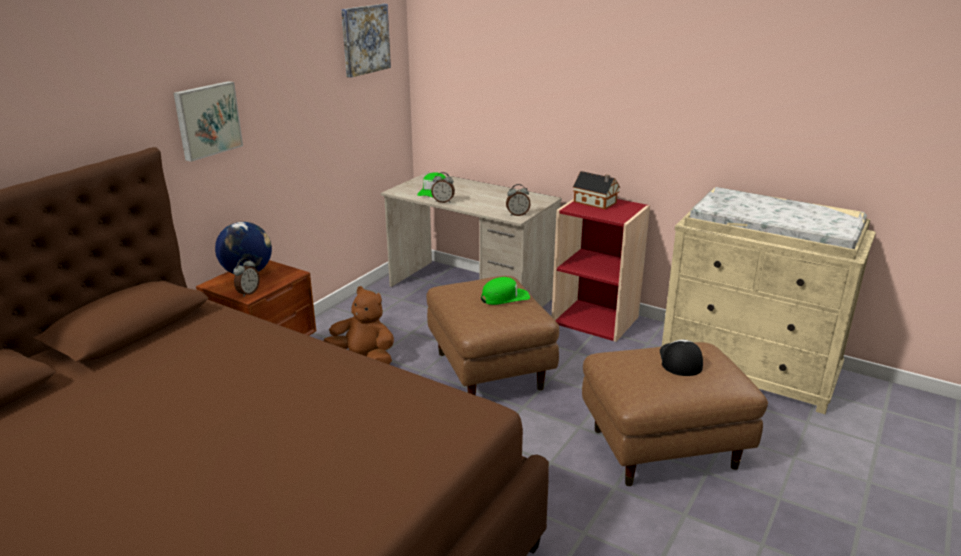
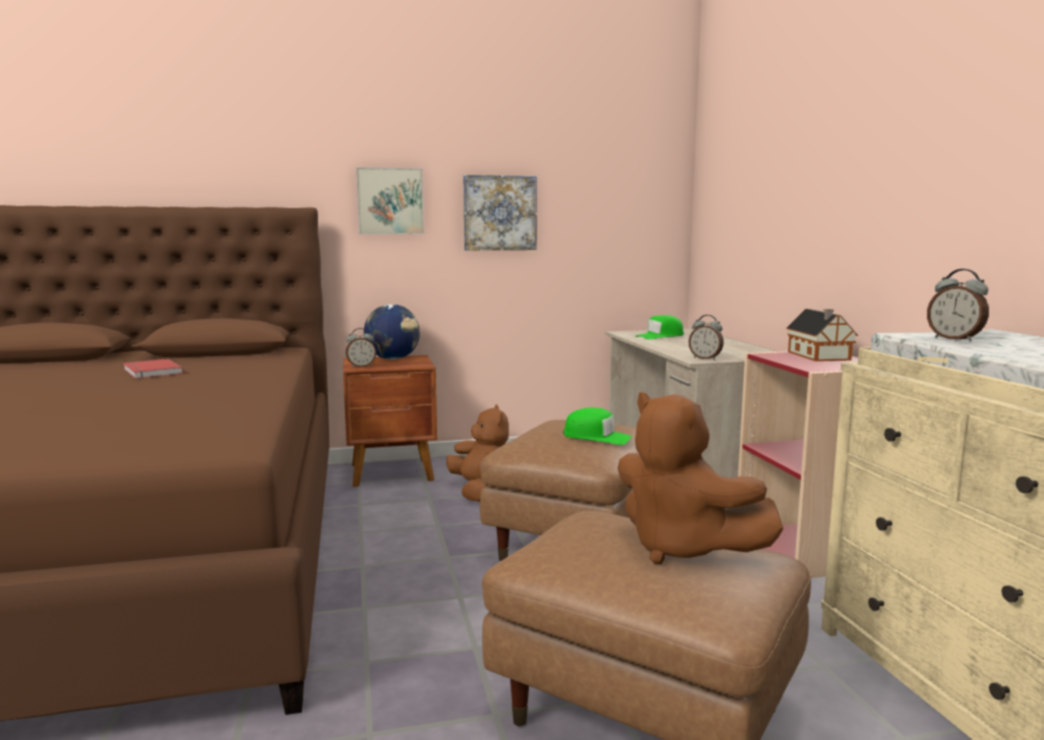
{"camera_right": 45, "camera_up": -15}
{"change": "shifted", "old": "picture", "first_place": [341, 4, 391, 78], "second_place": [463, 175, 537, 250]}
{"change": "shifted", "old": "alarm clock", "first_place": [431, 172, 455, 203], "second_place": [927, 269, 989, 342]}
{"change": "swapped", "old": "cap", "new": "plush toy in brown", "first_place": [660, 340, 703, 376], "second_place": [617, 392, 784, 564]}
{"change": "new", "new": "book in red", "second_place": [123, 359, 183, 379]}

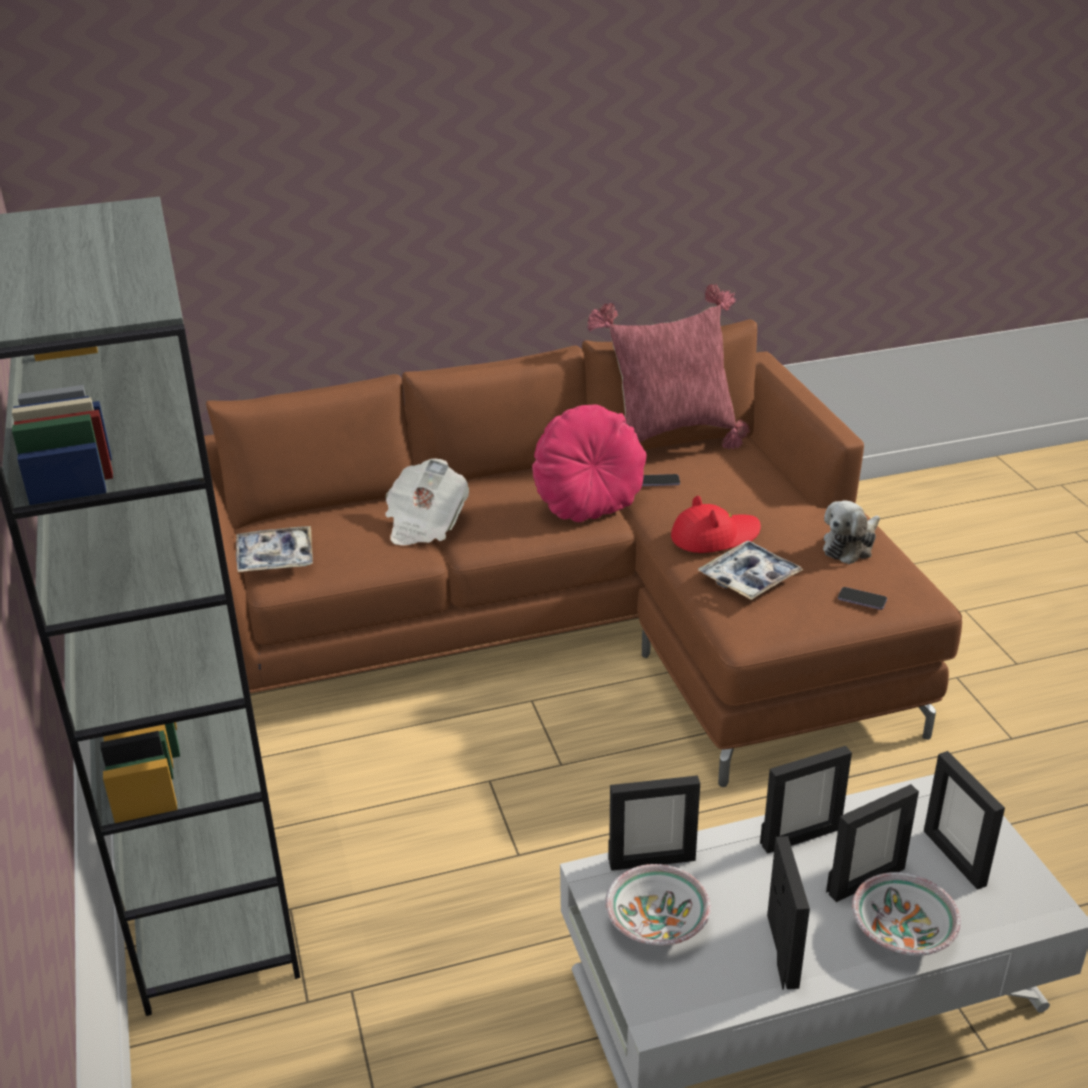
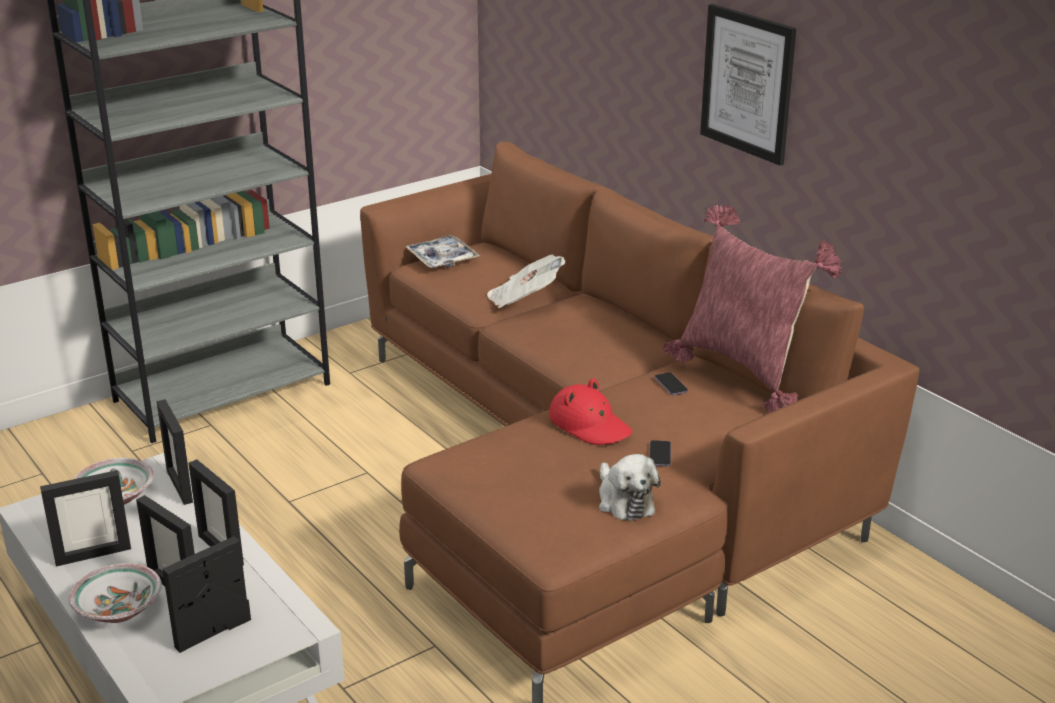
{"camera_right": 70, "camera_up": -5}
{"change": "gone", "old": "pillow in pink", "first_place": [532, 405, 646, 522]}
{"change": "rotated", "old": "plush toy", "first_place": [823, 501, 880, 564], "second_place": [599, 454, 661, 521], "degrees": -135}
{"change": "gone", "old": "tray", "first_place": [698, 541, 803, 600]}
{"change": "shifted", "old": "phone", "first_place": [838, 587, 887, 610], "second_place": [649, 440, 671, 467]}
{"change": "new", "new": "picture", "second_place": [700, 4, 796, 165]}

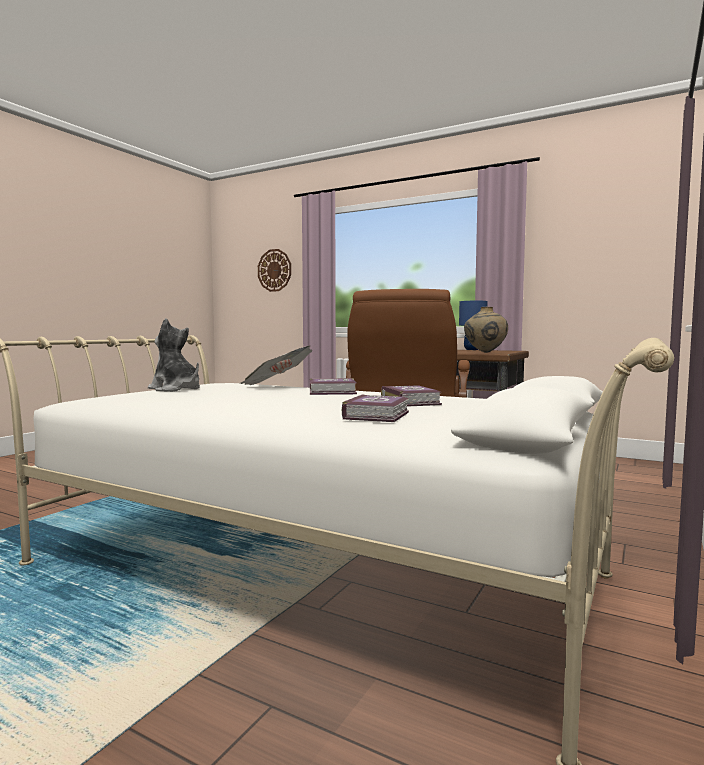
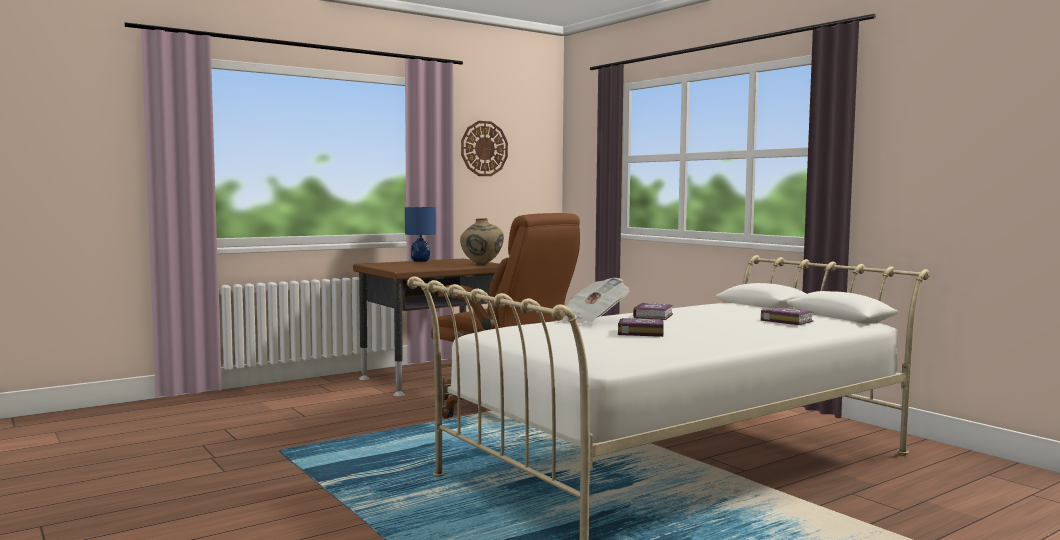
{"camera_right": -65, "camera_up": 0}
{"change": "shifted", "old": "wall clock", "first_place": [258, 249, 291, 292], "second_place": [461, 121, 508, 176]}
{"change": "gone", "old": "plush toy", "first_place": [148, 318, 200, 392]}
{"change": "shifted", "old": "book", "first_place": [381, 385, 442, 407], "second_place": [618, 318, 664, 337]}

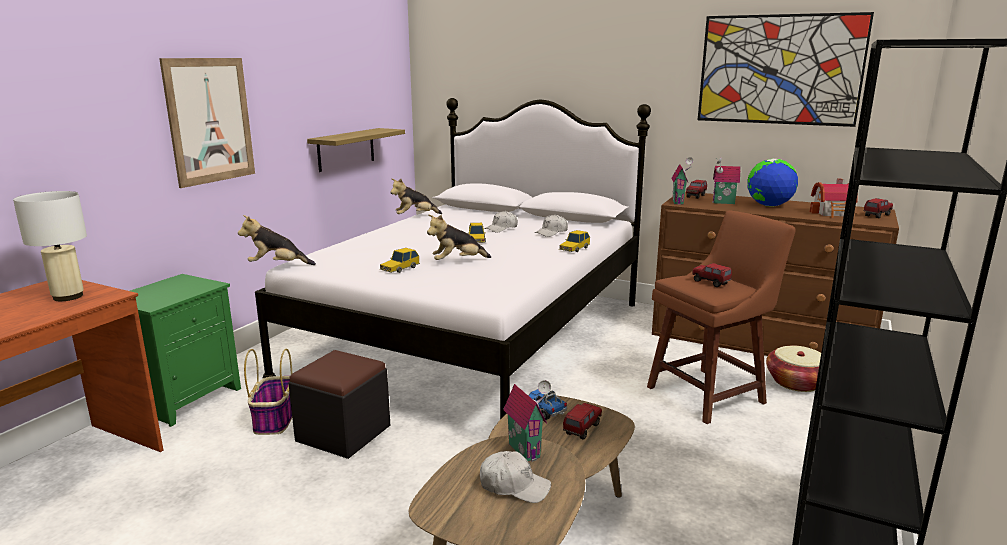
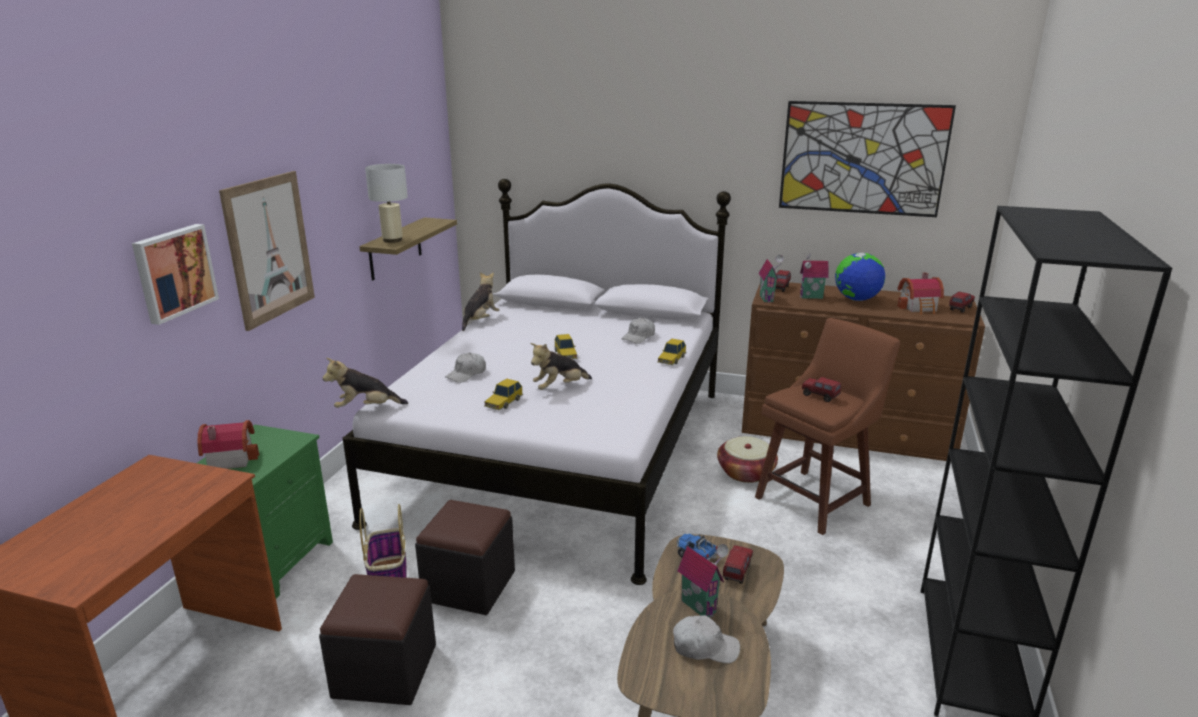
{"camera_right": -10, "camera_up": 5}
{"change": "rotated", "old": "plush toy", "first_place": [390, 178, 442, 214], "second_place": [462, 272, 500, 331], "degrees": 150}
{"change": "shifted", "old": "table lamp in white", "first_place": [13, 191, 87, 301], "second_place": [365, 164, 408, 243]}
{"change": "shifted", "old": "cap in white", "first_place": [485, 211, 518, 232], "second_place": [445, 353, 486, 383]}
{"change": "shifted", "old": "basket", "first_place": [766, 346, 821, 392], "second_place": [717, 436, 778, 483]}
{"change": "new", "new": "picture", "second_place": [132, 224, 219, 325]}
{"change": "new", "new": "toy house", "second_place": [197, 420, 259, 469]}
{"change": "new", "new": "ottoman in black", "second_place": [319, 574, 436, 705]}

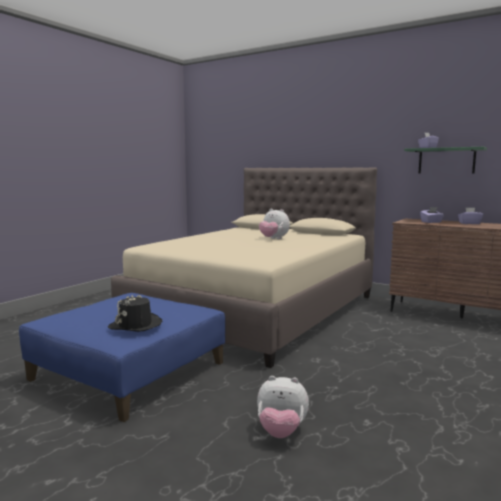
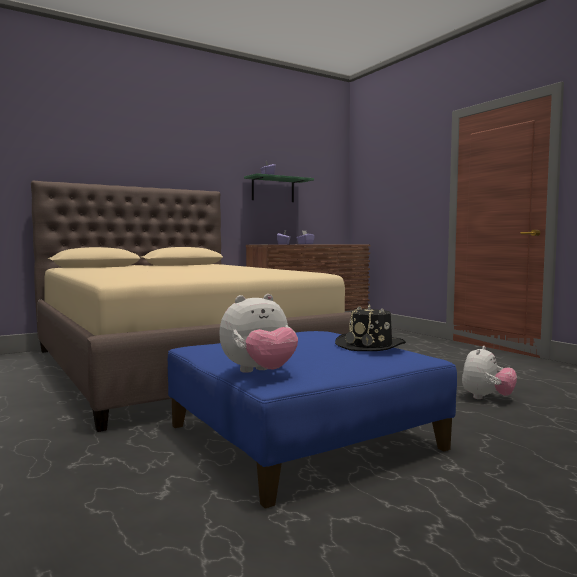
{"camera_right": -65, "camera_up": -5}
{"change": "shifted", "old": "plush toy", "first_place": [259, 209, 290, 239], "second_place": [219, 294, 298, 373]}

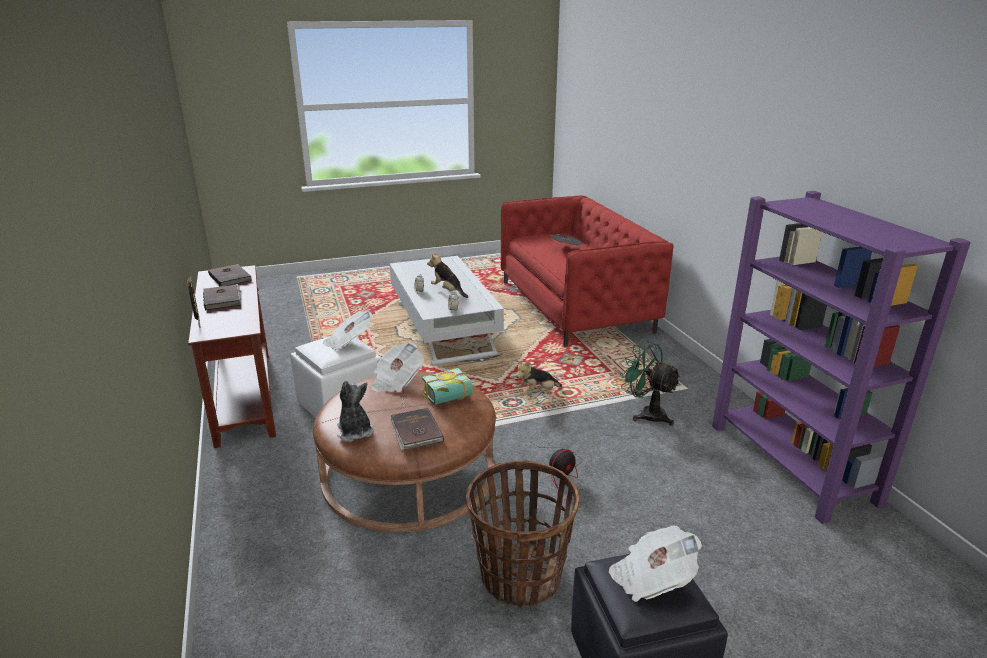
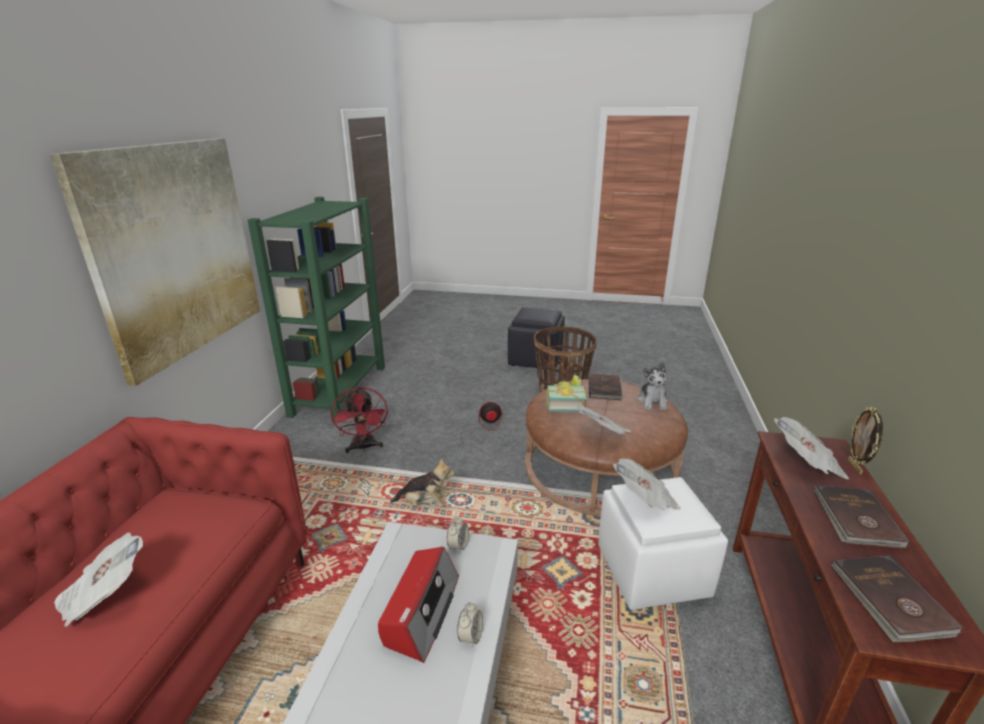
{"camera_right": -150, "camera_up": 0}
{"change": "repainted", "old": "bookcase in purple", "new": "bookcase in green", "first_place": [712, 191, 971, 524], "second_place": [248, 197, 385, 421]}
{"change": "swapped", "old": "plush toy", "new": "radio", "first_place": [427, 252, 468, 298], "second_place": [378, 547, 459, 663]}
{"change": "repainted", "old": "fan in green", "new": "fan in red", "first_place": [620, 340, 681, 426], "second_place": [331, 387, 388, 453]}
{"change": "shifted", "old": "newspaper", "first_place": [609, 526, 702, 602], "second_place": [774, 417, 850, 479]}
{"change": "new", "new": "picture", "second_place": [50, 138, 260, 386]}

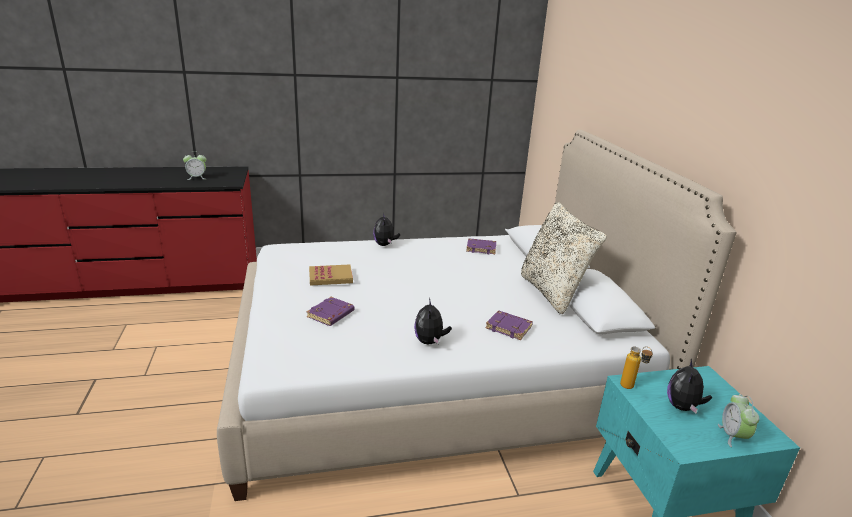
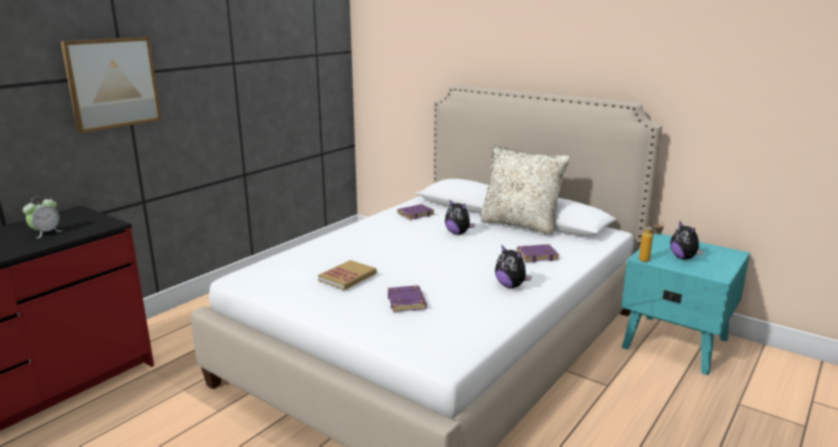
{"camera_right": -40, "camera_up": -5}
{"change": "shifted", "old": "plush toy", "first_place": [373, 213, 400, 246], "second_place": [445, 200, 475, 235]}
{"change": "gone", "old": "alarm clock", "first_place": [718, 394, 759, 447]}
{"change": "new", "new": "picture", "second_place": [60, 37, 161, 133]}

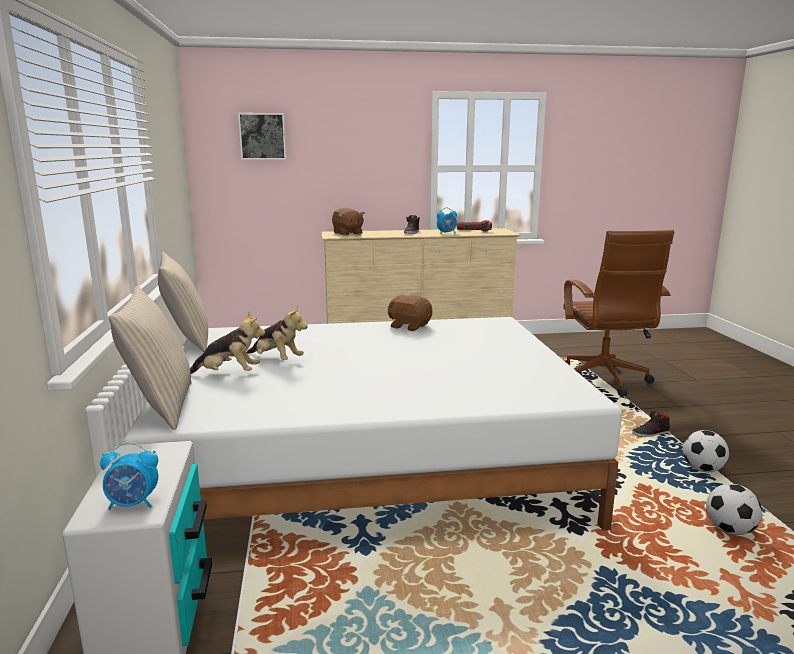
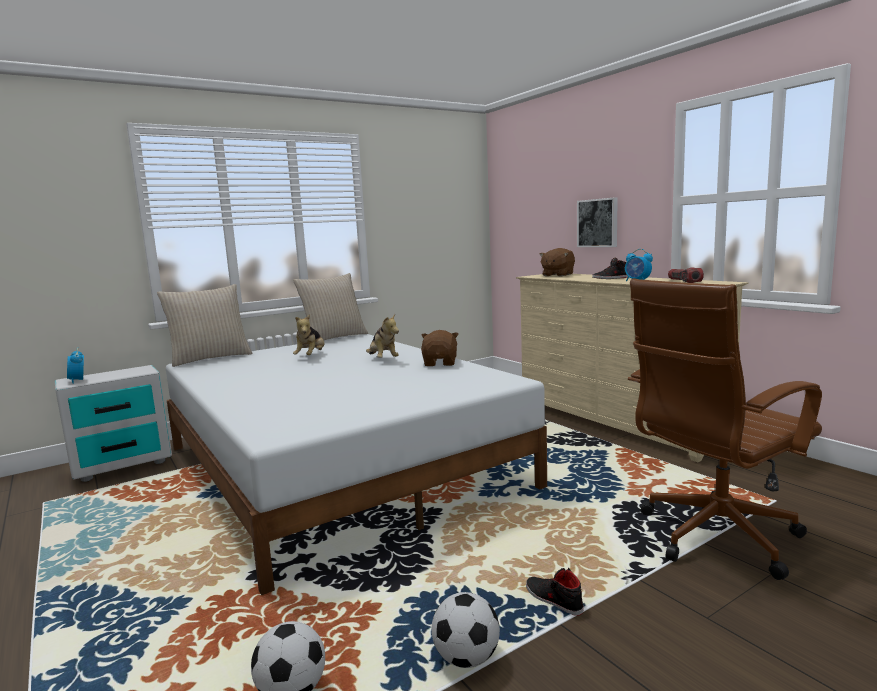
{"camera_right": 65, "camera_up": -5}
{"change": "shifted", "old": "picture", "first_place": [238, 113, 286, 160], "second_place": [577, 197, 618, 247]}
{"change": "shifted", "old": "plush toy", "first_place": [190, 312, 265, 374], "second_place": [366, 314, 399, 358]}

